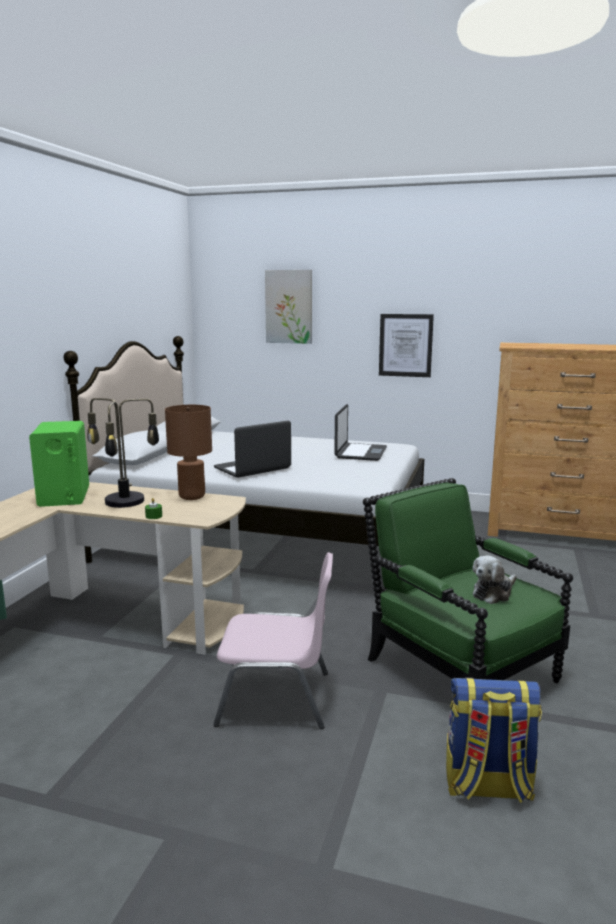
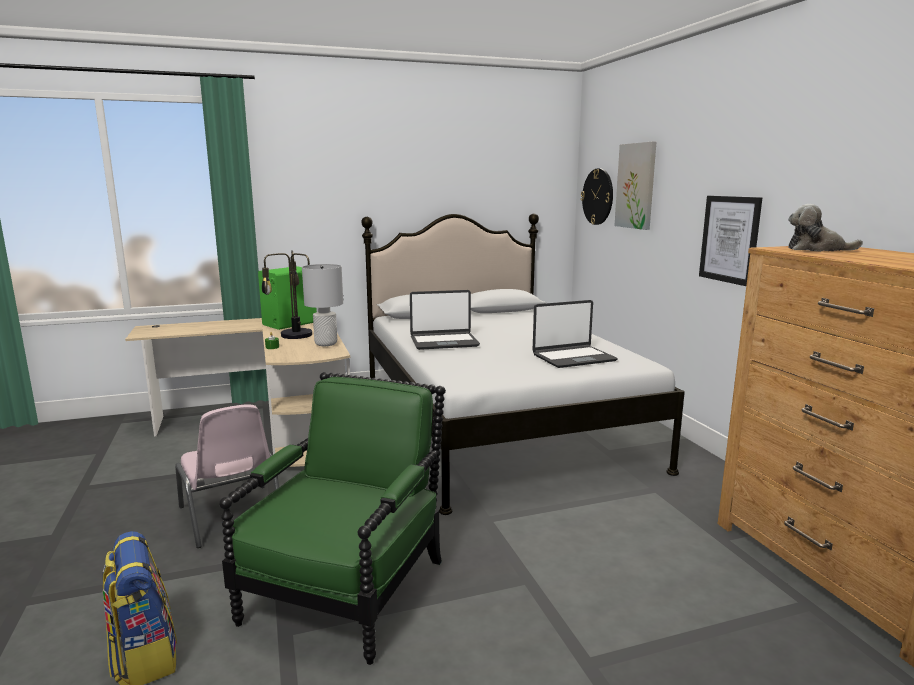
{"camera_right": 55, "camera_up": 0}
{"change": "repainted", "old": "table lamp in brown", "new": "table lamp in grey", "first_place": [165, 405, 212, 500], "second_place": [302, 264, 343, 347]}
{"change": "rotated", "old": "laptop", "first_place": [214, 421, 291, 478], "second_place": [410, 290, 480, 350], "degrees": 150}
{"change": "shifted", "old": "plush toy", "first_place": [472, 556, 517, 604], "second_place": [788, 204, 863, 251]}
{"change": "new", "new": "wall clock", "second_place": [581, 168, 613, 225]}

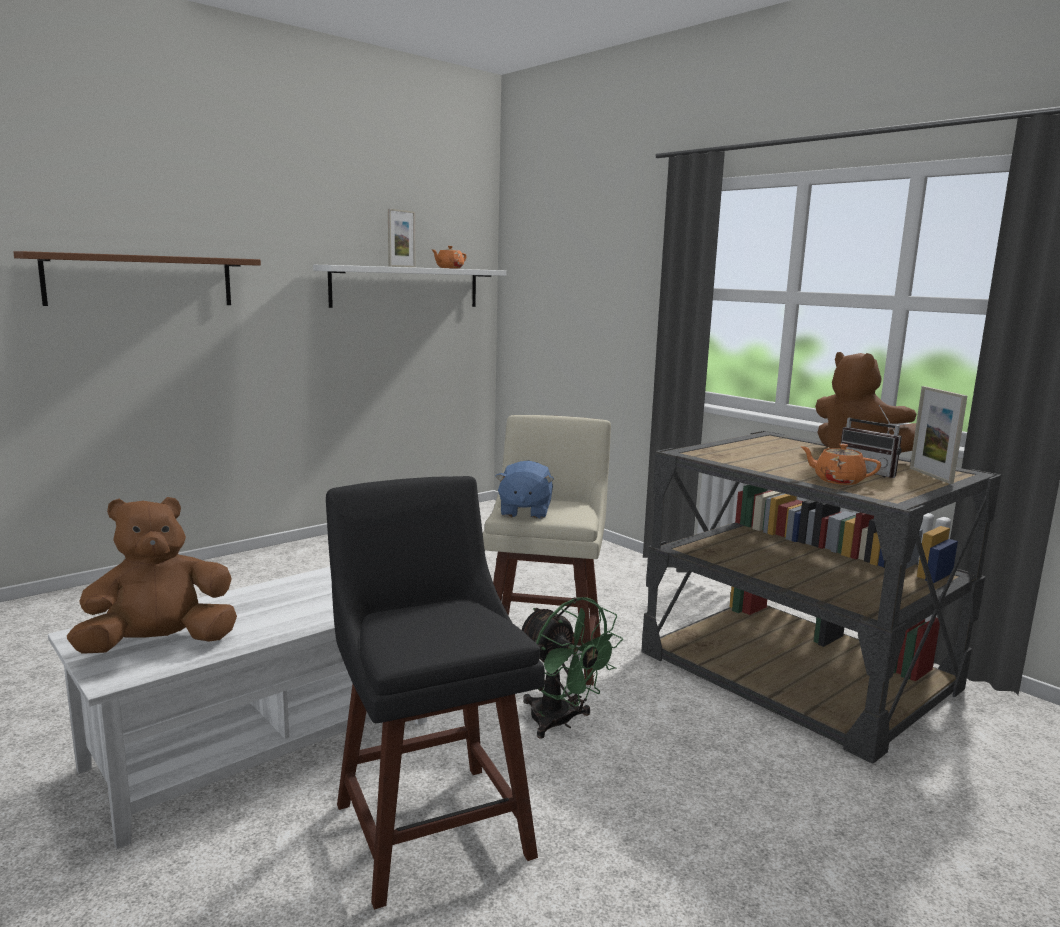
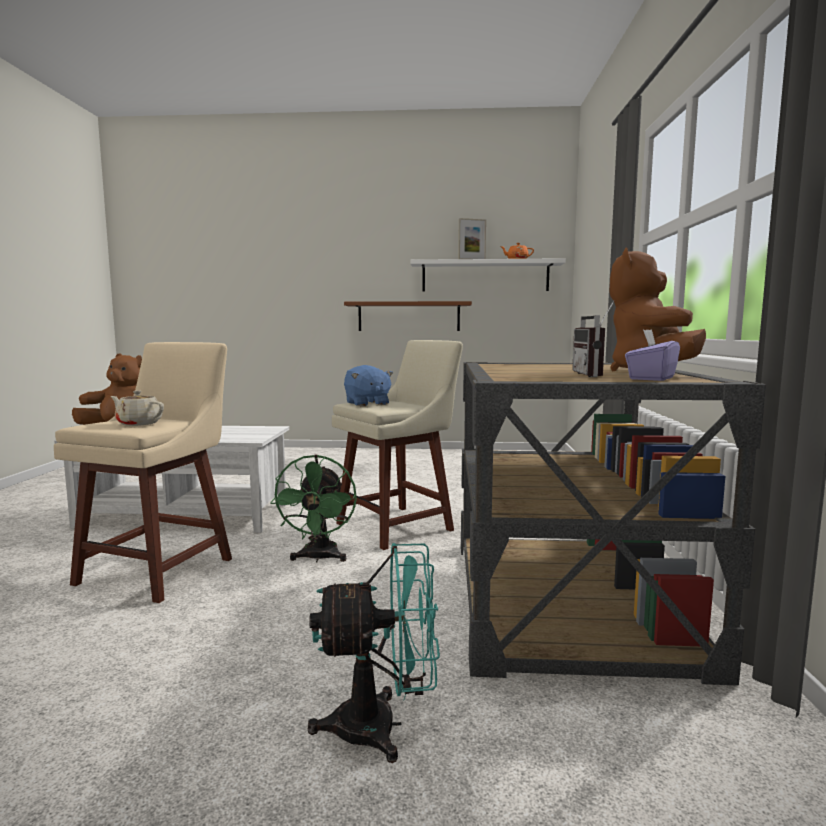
{"camera_right": 45, "camera_up": -5}
{"change": "shifted", "old": "shelf in brown", "first_place": [13, 251, 261, 306], "second_place": [344, 301, 472, 331]}
{"change": "swapped", "old": "picture frame", "new": "tissue box in purple", "first_place": [910, 386, 967, 484], "second_place": [625, 329, 680, 381]}
{"change": "gone", "old": "teapot in orange", "first_place": [800, 444, 881, 485]}
{"change": "rotated", "old": "plush toy in blue", "first_place": [495, 460, 554, 519], "second_place": [344, 365, 393, 406], "degrees": -75}
{"change": "repainted", "old": "stool in black", "new": "stool in beige", "first_place": [326, 476, 545, 910], "second_place": [54, 342, 232, 603]}
{"change": "new", "new": "teapot in beige", "second_place": [110, 390, 164, 426]}
{"change": "new", "new": "fan in turquoise", "second_place": [308, 543, 440, 763]}

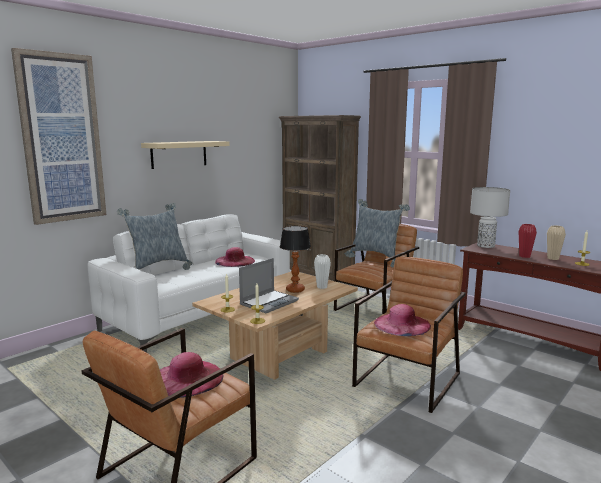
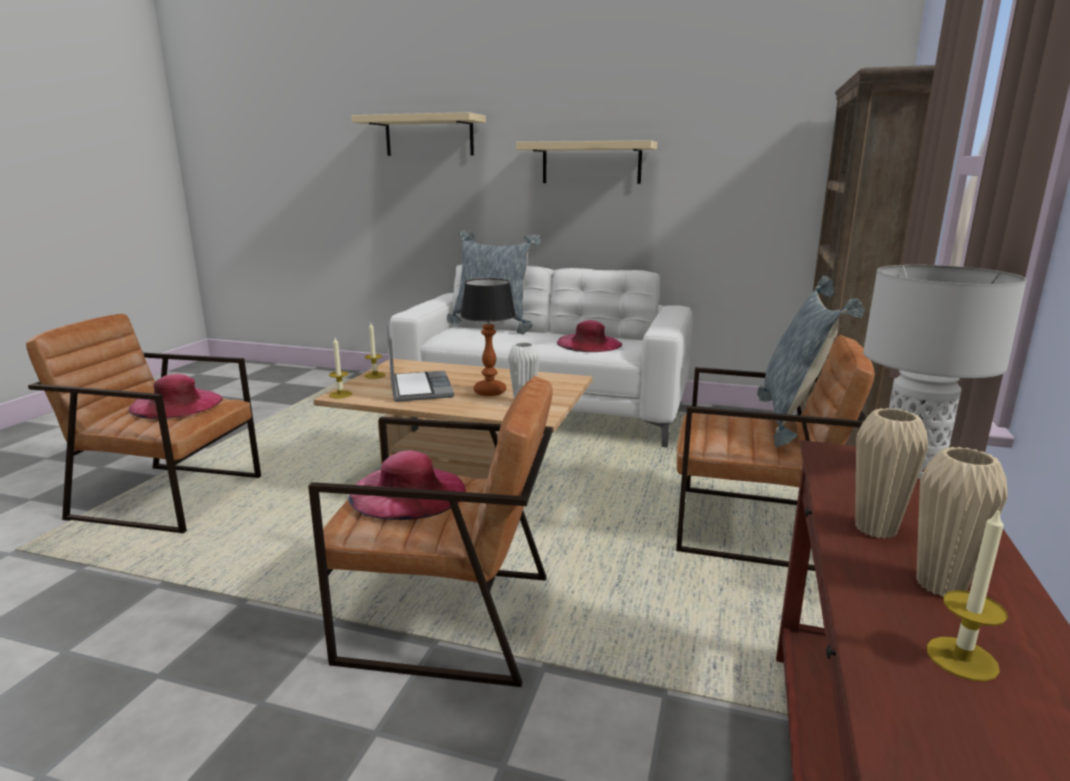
{"camera_right": 65, "camera_up": 5}
{"change": "swapped", "old": "picture", "new": "shelf in beige", "first_place": [11, 48, 106, 225], "second_place": [351, 112, 486, 156]}
{"change": "repainted", "old": "vase in red", "new": "vase in beige", "first_place": [519, 224, 537, 258], "second_place": [855, 408, 928, 539]}
{"change": "rotated", "old": "laptop", "first_place": [239, 258, 299, 313], "second_place": [387, 322, 454, 402], "degrees": -120}

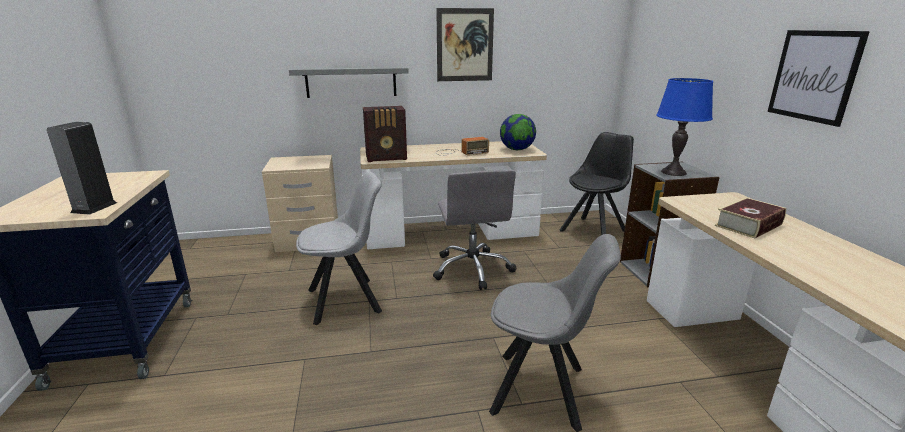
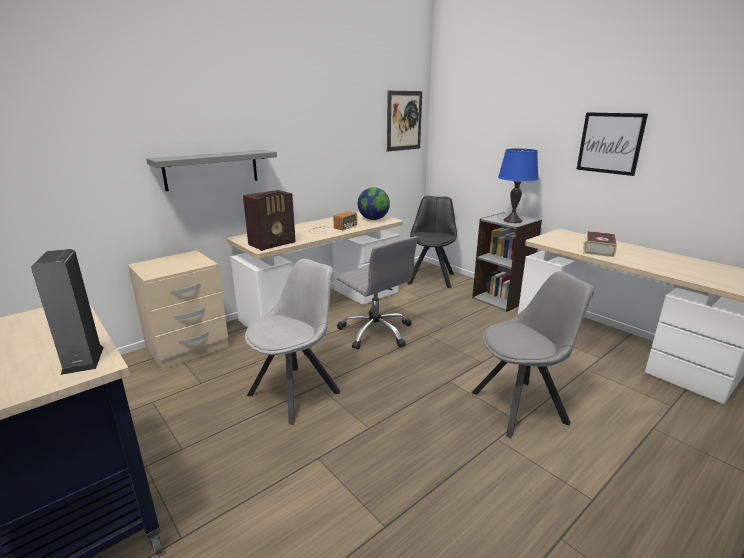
{"camera_right": -30, "camera_up": 0}
{"change": "shifted", "old": "picture", "first_place": [436, 8, 494, 81], "second_place": [387, 91, 422, 152]}

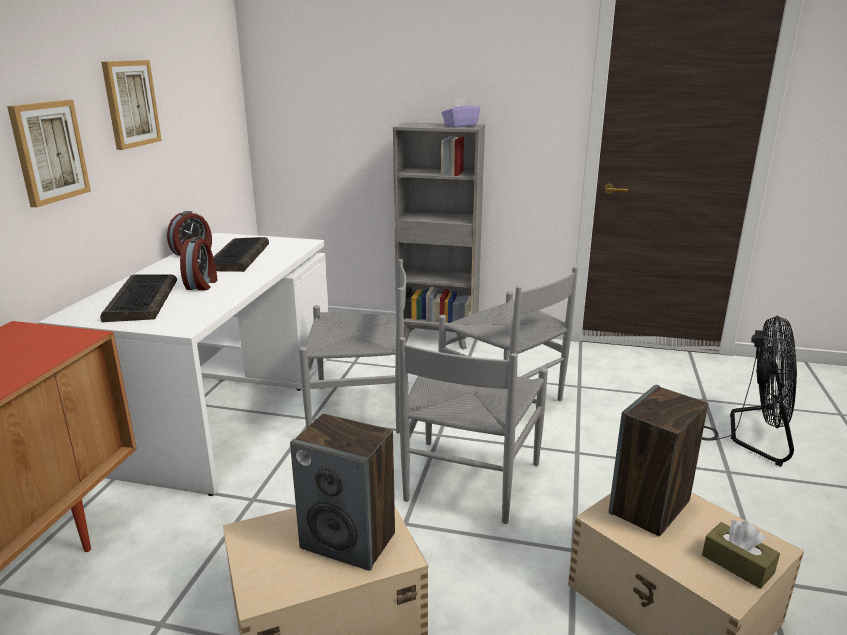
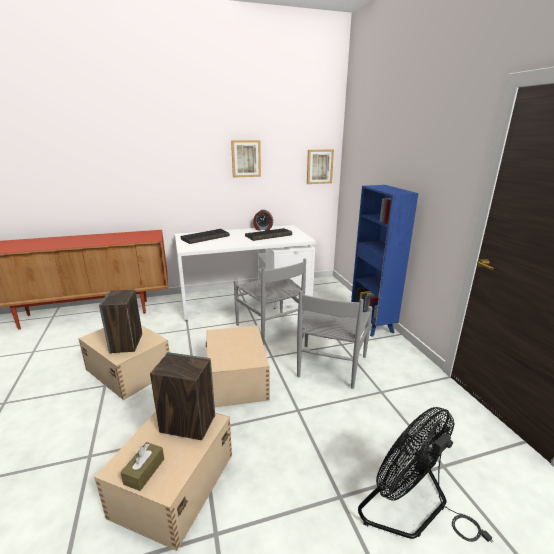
{"camera_right": 60, "camera_up": 0}
{"change": "gone", "old": "tissue box in purple", "first_place": [442, 98, 480, 128]}
{"change": "shifted", "old": "picture", "first_place": [7, 100, 91, 207], "second_place": [307, 150, 334, 184]}
{"change": "repainted", "old": "bookcase in grey", "new": "bookcase in blue", "first_place": [393, 123, 485, 350], "second_place": [351, 185, 419, 337]}
{"change": "gone", "old": "alarm clock", "first_place": [180, 237, 217, 290]}
{"change": "rotated", "old": "fan in black", "first_place": [702, 316, 797, 467], "second_place": [358, 407, 493, 543], "degrees": 150}
{"change": "swapped", "old": "chair in grey", "new": "storage box in beige", "first_place": [399, 337, 548, 524], "second_place": [206, 325, 270, 407]}

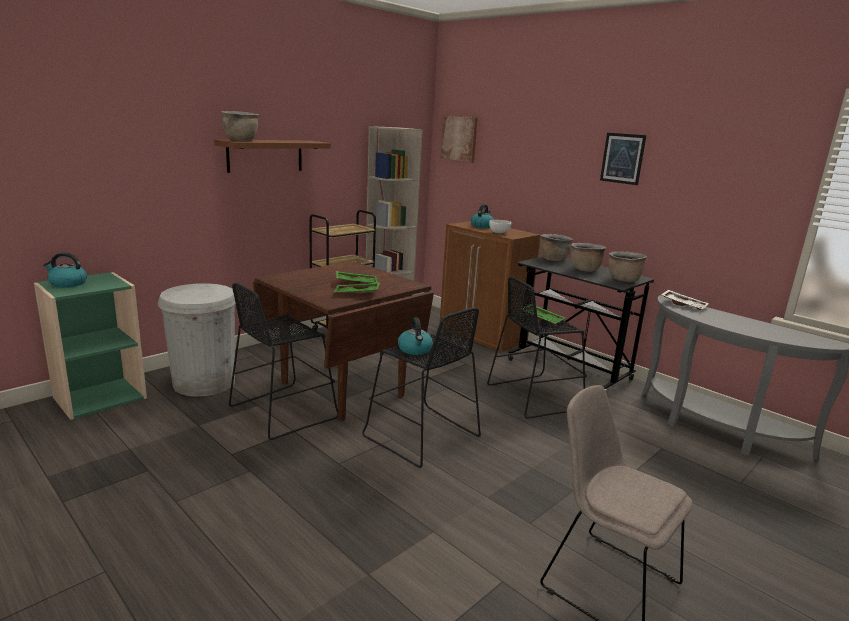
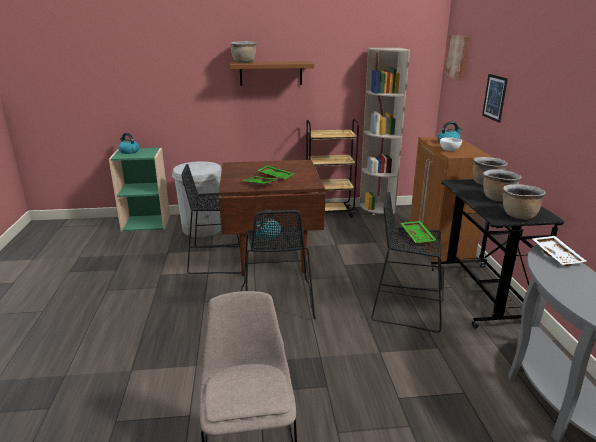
{"camera_right": 40, "camera_up": 5}
{"change": "shifted", "old": "picture", "first_place": [600, 133, 646, 185], "second_place": [482, 74, 508, 123]}

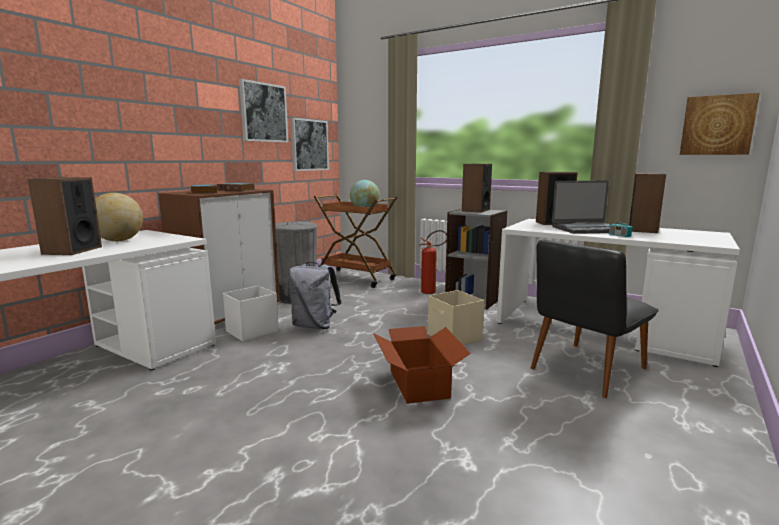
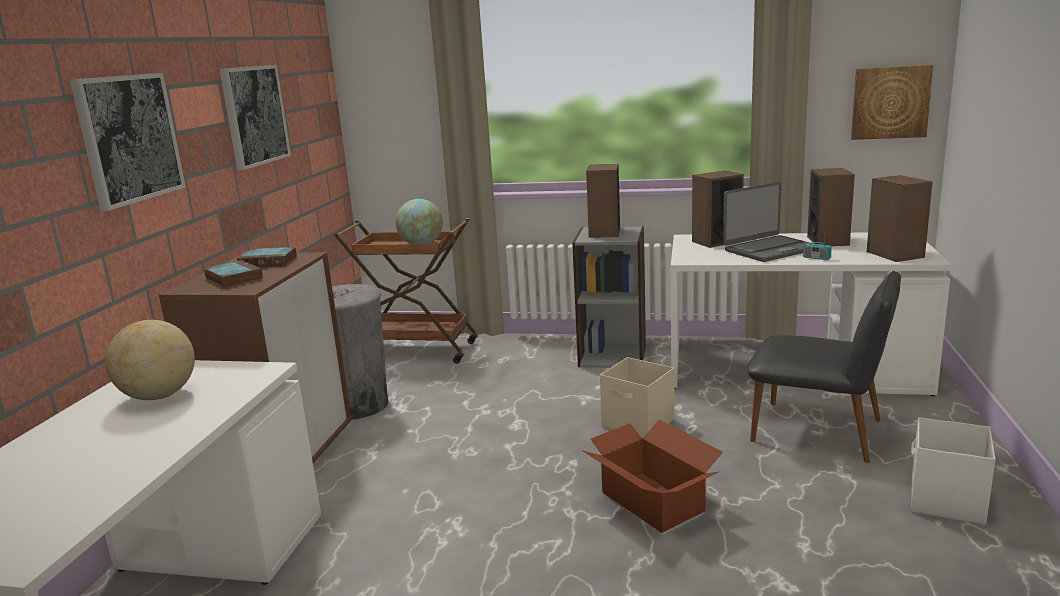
{"camera_right": -20, "camera_up": 5}
{"change": "shifted", "old": "picture", "first_place": [291, 118, 329, 171], "second_place": [70, 73, 186, 211]}
{"change": "shifted", "old": "speaker", "first_place": [28, 177, 102, 255], "second_place": [867, 175, 933, 262]}
{"change": "gone", "old": "fire extinguisher", "first_place": [419, 230, 447, 294]}
{"change": "rotated", "old": "chair in black", "first_place": [531, 240, 659, 398], "second_place": [747, 271, 901, 463], "degrees": -90}
{"change": "gone", "old": "backpack in grey", "first_place": [288, 262, 341, 329]}
{"change": "shifted", "old": "storage box in white", "first_place": [223, 286, 279, 342], "second_place": [911, 417, 995, 525]}

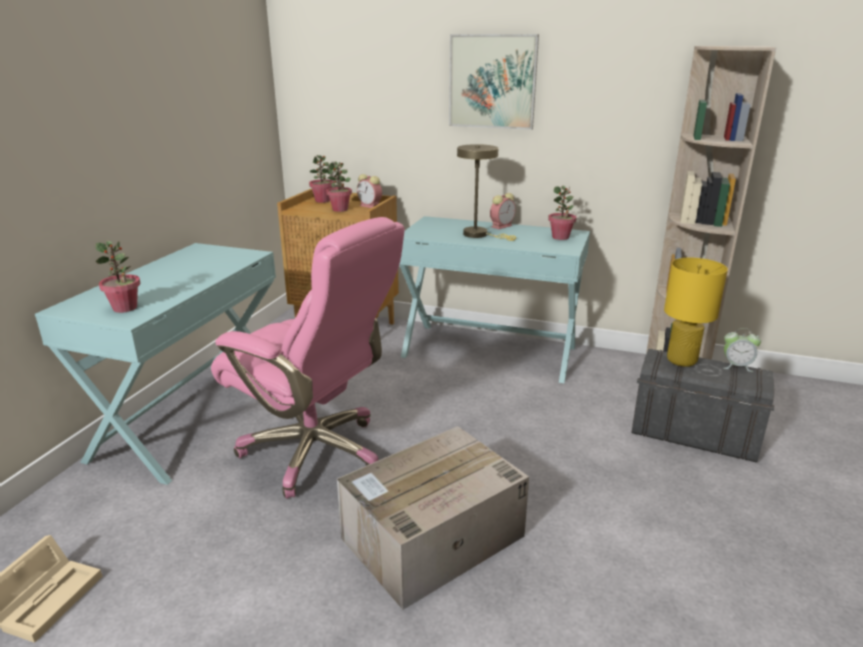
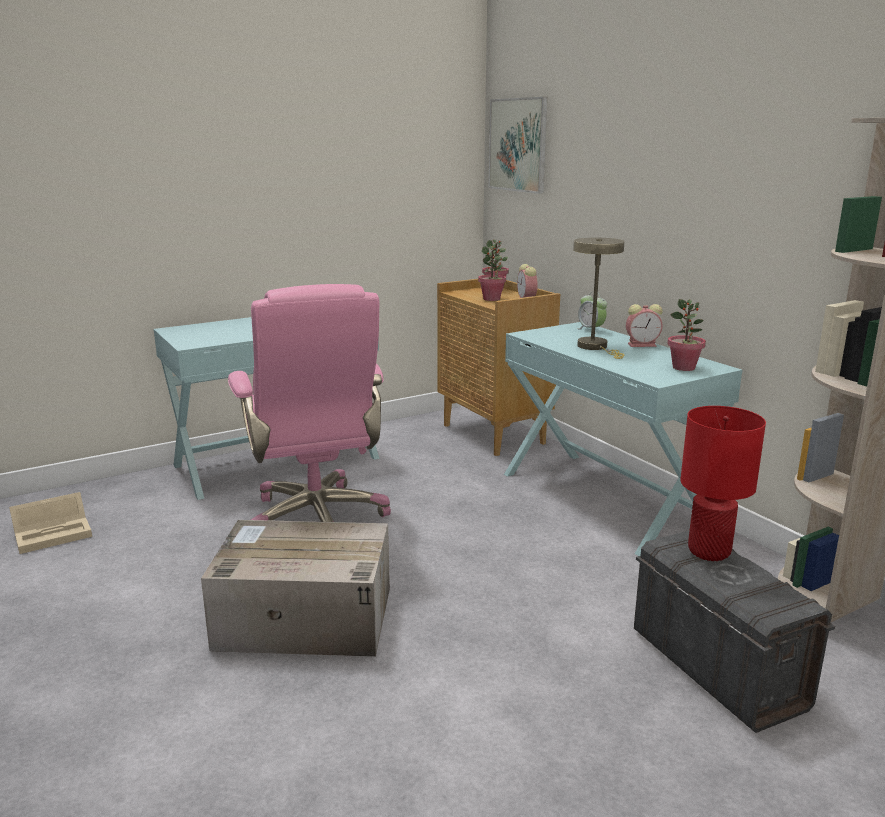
{"camera_right": 40, "camera_up": -5}
{"change": "shifted", "old": "picture", "first_place": [449, 34, 539, 130], "second_place": [489, 97, 548, 194]}
{"change": "gone", "old": "potted plant", "first_place": [96, 241, 140, 313]}
{"change": "repainted", "old": "table lamp in yellow", "new": "table lamp in red", "first_place": [664, 258, 728, 367], "second_place": [680, 406, 766, 561]}
{"change": "shifted", "old": "alarm clock", "first_place": [723, 328, 761, 372], "second_place": [577, 291, 607, 334]}

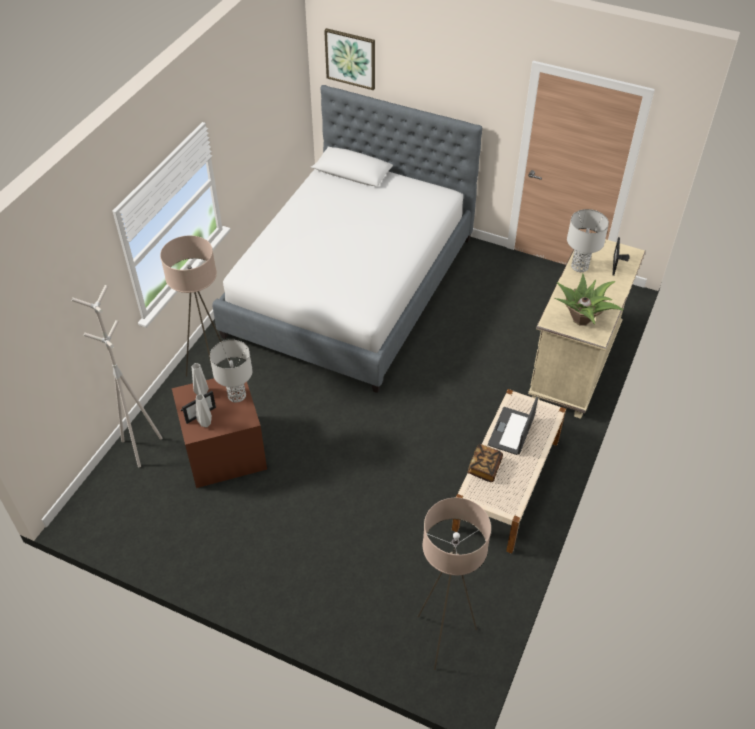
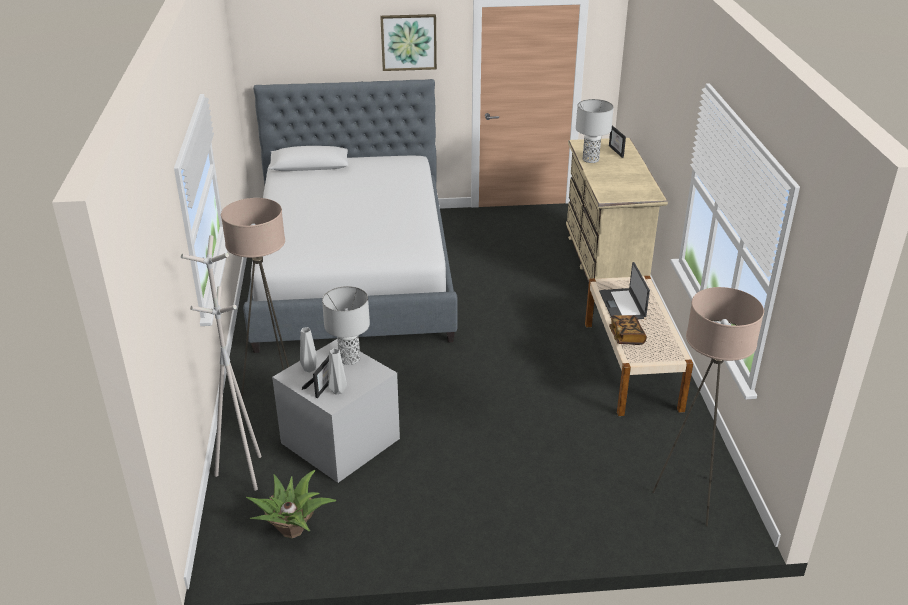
{"camera_right": -30, "camera_up": -15}
{"change": "shifted", "old": "picture", "first_place": [324, 28, 375, 90], "second_place": [380, 14, 437, 71]}
{"change": "shifted", "old": "potted plant", "first_place": [554, 273, 623, 325], "second_place": [246, 470, 336, 538]}
{"change": "repainted", "old": "storage box in brown", "new": "storage box in grey", "first_place": [172, 378, 267, 488], "second_place": [272, 339, 400, 483]}

